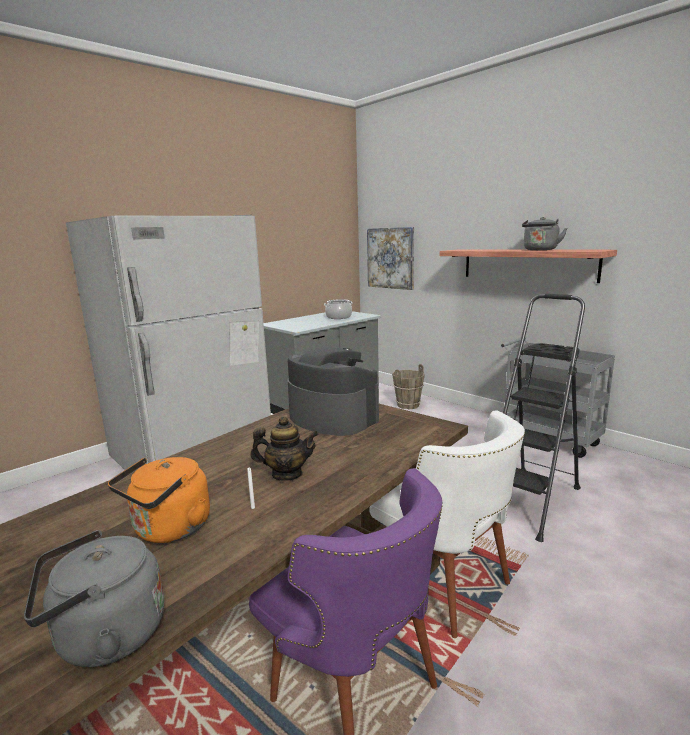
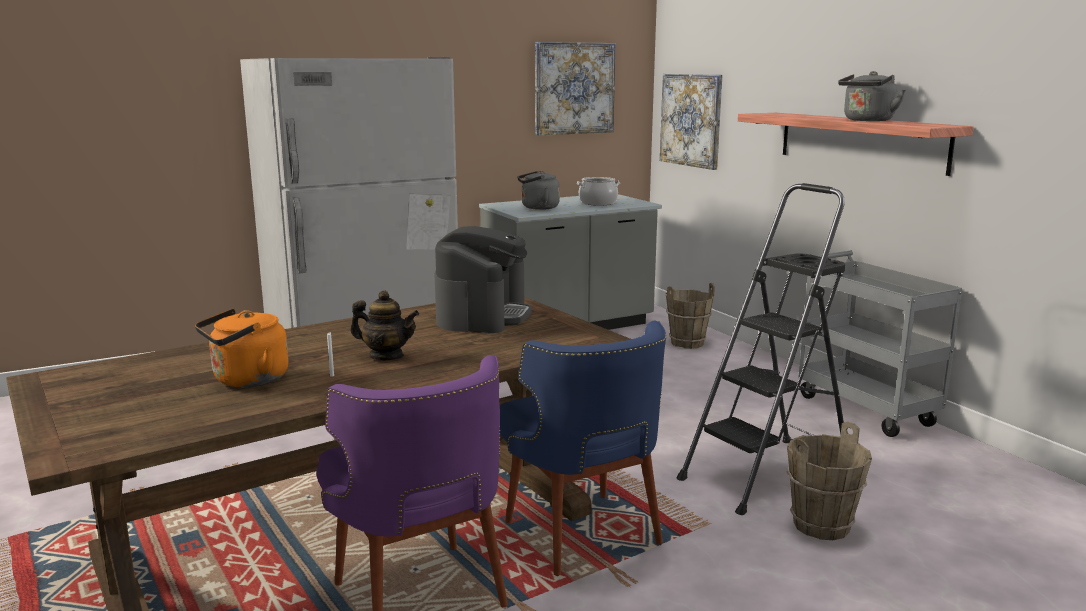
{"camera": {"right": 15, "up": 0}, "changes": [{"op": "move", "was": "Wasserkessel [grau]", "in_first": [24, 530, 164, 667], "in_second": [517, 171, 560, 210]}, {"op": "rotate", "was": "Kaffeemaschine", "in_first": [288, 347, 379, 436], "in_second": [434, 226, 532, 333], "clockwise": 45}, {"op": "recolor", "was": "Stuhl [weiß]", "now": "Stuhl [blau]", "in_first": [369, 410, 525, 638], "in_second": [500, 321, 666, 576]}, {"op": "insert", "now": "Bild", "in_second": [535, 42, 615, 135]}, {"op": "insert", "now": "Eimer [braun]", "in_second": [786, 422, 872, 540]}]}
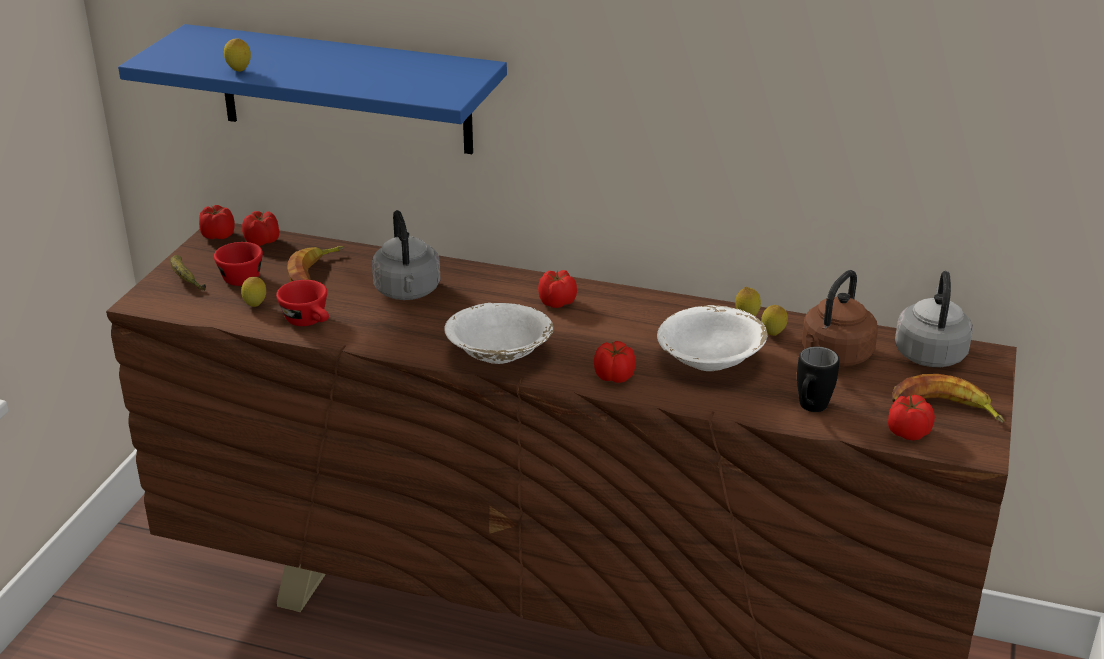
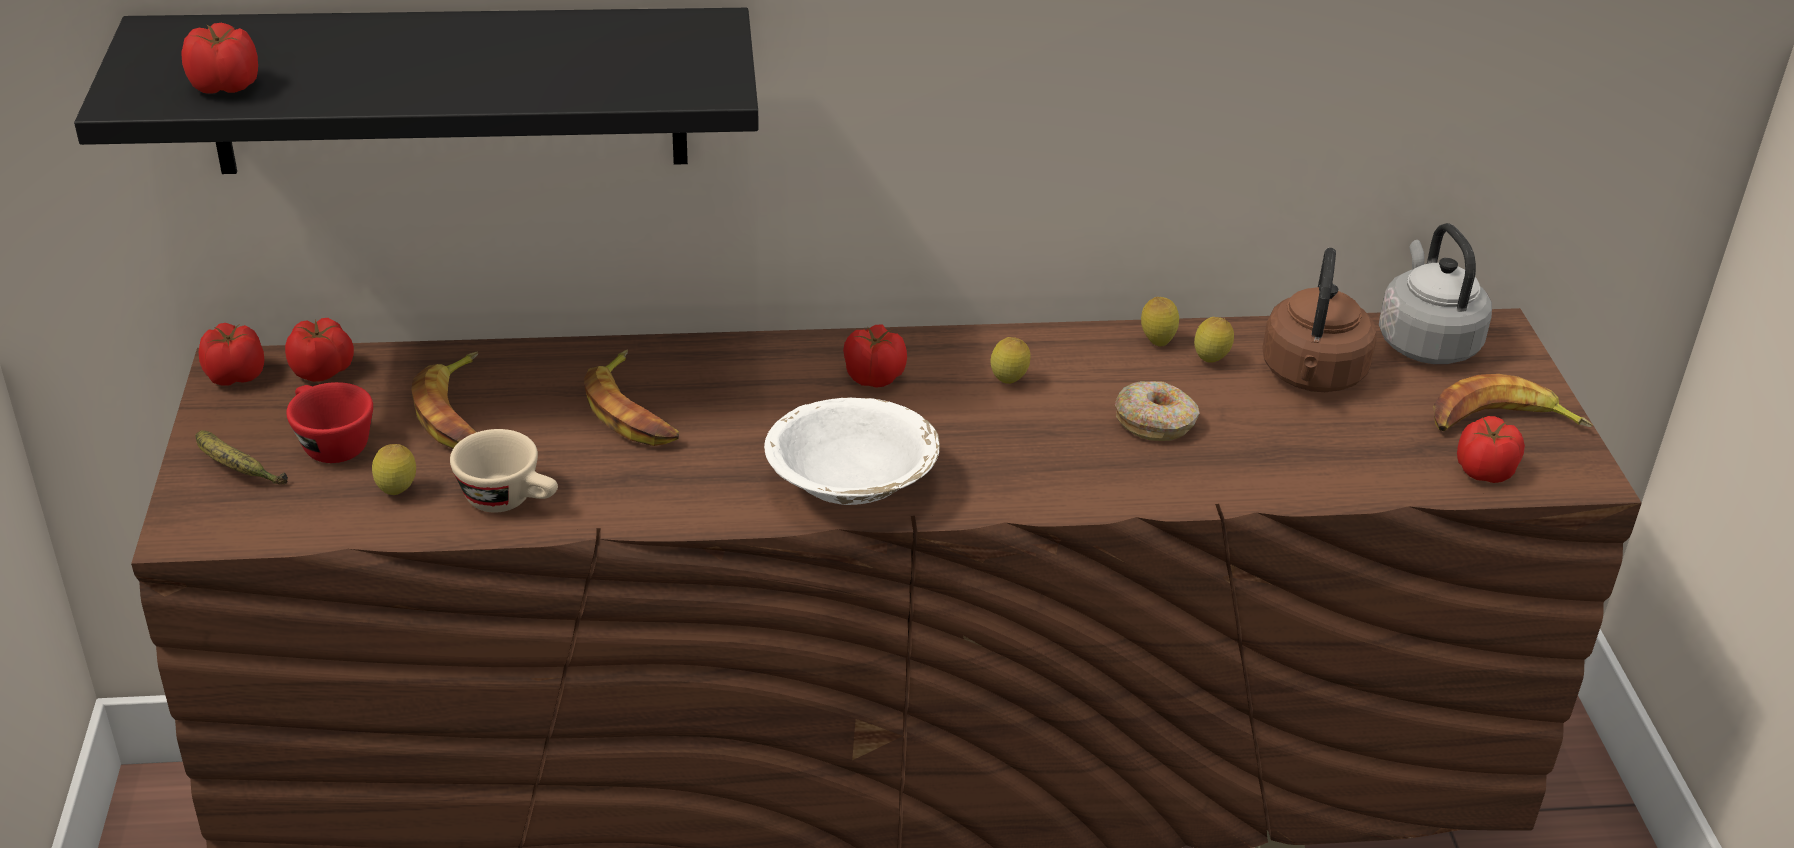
{"camera": {"right": -25, "up": 5}, "changes": [{"op": "recolor", "was": "Wandregal [blau]", "now": "Wandregal [schwarz]", "in_first": [118, 24, 507, 154], "in_second": [74, 8, 758, 174]}, {"op": "move", "was": "Zitrone", "in_first": [224, 38, 251, 72], "in_second": [991, 337, 1031, 384]}, {"op": "recolor", "was": "Tasse [rot]", "now": "Tasse [beige]", "in_first": [276, 280, 329, 326], "in_second": [450, 429, 558, 513]}, {"op": "replace", "was": "Wasserkessel [grau]", "now": "Banane", "in_first": [372, 210, 441, 300], "in_second": [584, 350, 679, 446]}, {"op": "move", "was": "Tomate", "in_first": [594, 341, 636, 383], "in_second": [181, 23, 258, 94]}, {"op": "replace", "was": "Schüssel [weiß]", "now": "Donut", "in_first": [657, 305, 767, 371], "in_second": [1115, 381, 1200, 441]}, {"op": "delete", "was": "Henkelbecher [schwarz]", "in_first": [797, 346, 839, 412]}]}
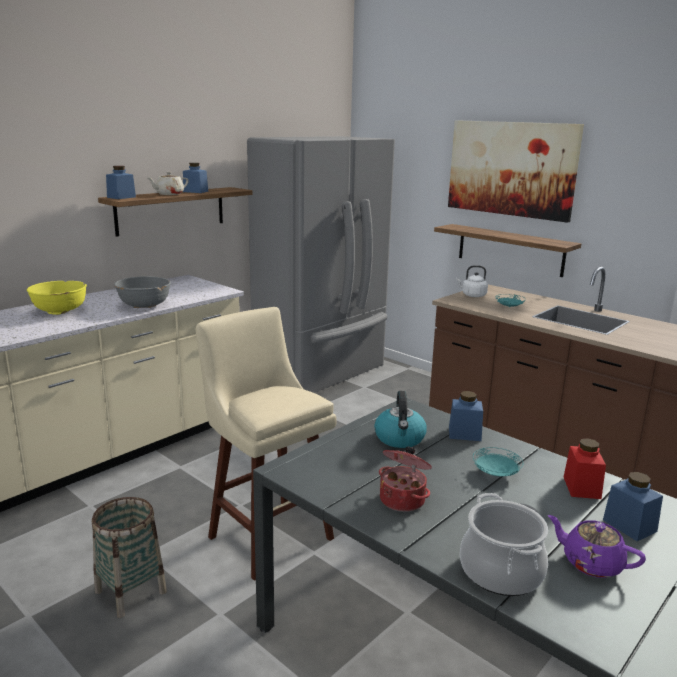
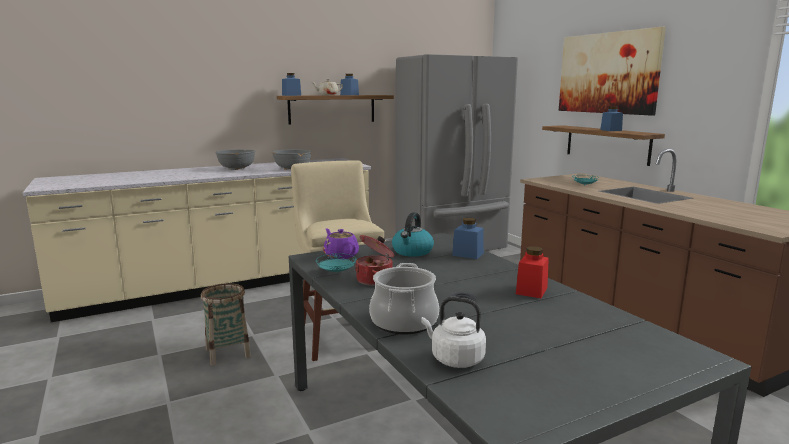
{"camera": {"right": 20, "up": -5}, "changes": [{"op": "recolor", "was": "Schüssel [gelb]", "now": "Schüssel [grau]", "in_first": [27, 281, 87, 315], "in_second": [215, 150, 255, 170]}, {"op": "move", "was": "Wasserkessel [weiß]", "in_first": [456, 265, 488, 297], "in_second": [421, 297, 486, 368]}, {"op": "move", "was": "Teller [türkis]", "in_first": [473, 447, 523, 477], "in_second": [316, 253, 356, 273]}, {"op": "move", "was": "Teekanne [lila]", "in_first": [548, 515, 646, 578], "in_second": [323, 229, 359, 259]}, {"op": "move", "was": "Vorratsglas [blau]", "in_first": [603, 472, 663, 541], "in_second": [600, 106, 623, 131]}]}
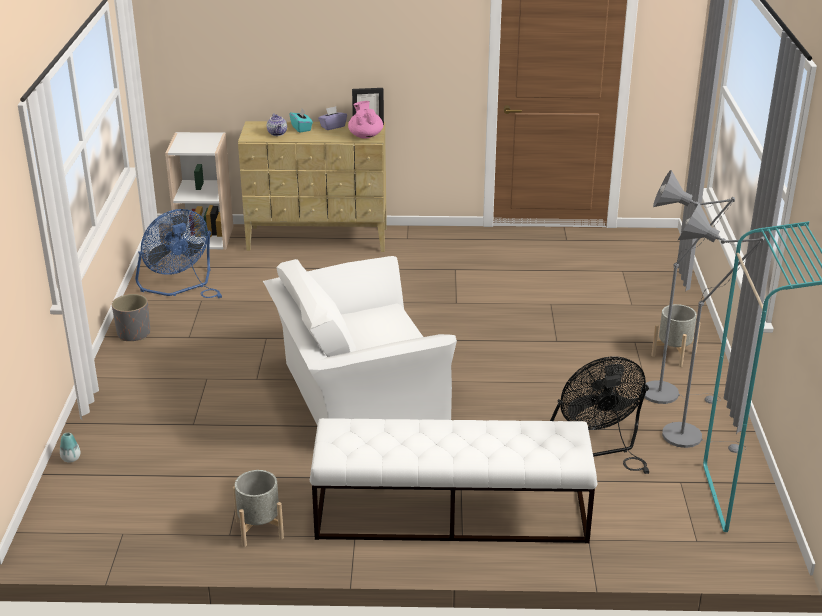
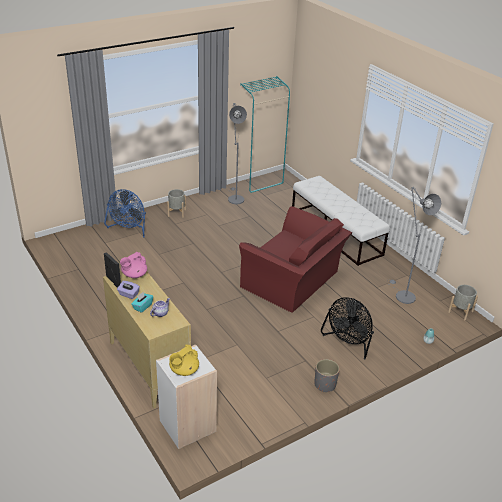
{"camera": {"right": -125, "up": 5}, "changes": [{"op": "move", "was": "Ventilator [blau]", "in_first": [135, 209, 222, 298], "in_second": [104, 189, 146, 237]}, {"op": "move", "was": "Pflanzkübel [grau]", "in_first": [233, 470, 284, 547], "in_second": [448, 285, 478, 321]}, {"op": "recolor", "was": "Sessel [weiß]", "now": "Sessel [rot]", "in_first": [263, 256, 457, 425], "in_second": [239, 206, 353, 313]}, {"op": "move", "was": "Ventilator [schwarz]", "in_first": [550, 356, 649, 474], "in_second": [321, 297, 374, 360]}, {"op": "move", "was": "Stehlampe [grau]", "in_first": [641, 170, 735, 404], "in_second": [387, 187, 441, 304]}, {"op": "insert", "now": "Teekanne [gelb]", "in_second": [169, 344, 199, 376]}]}
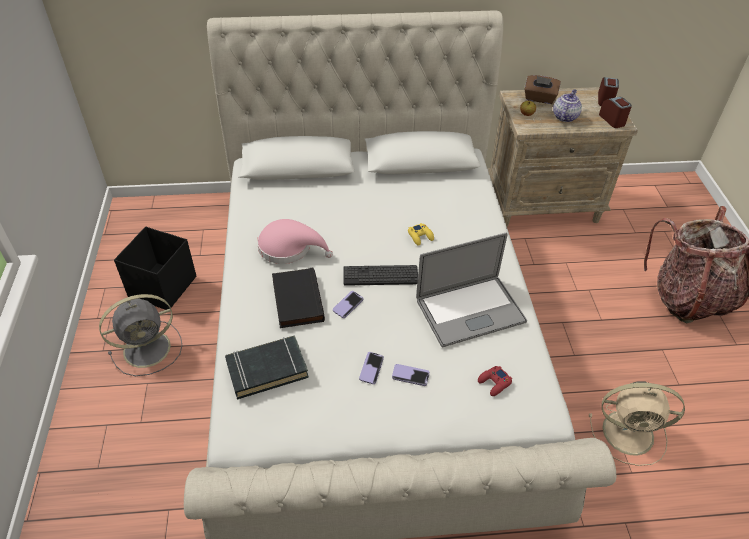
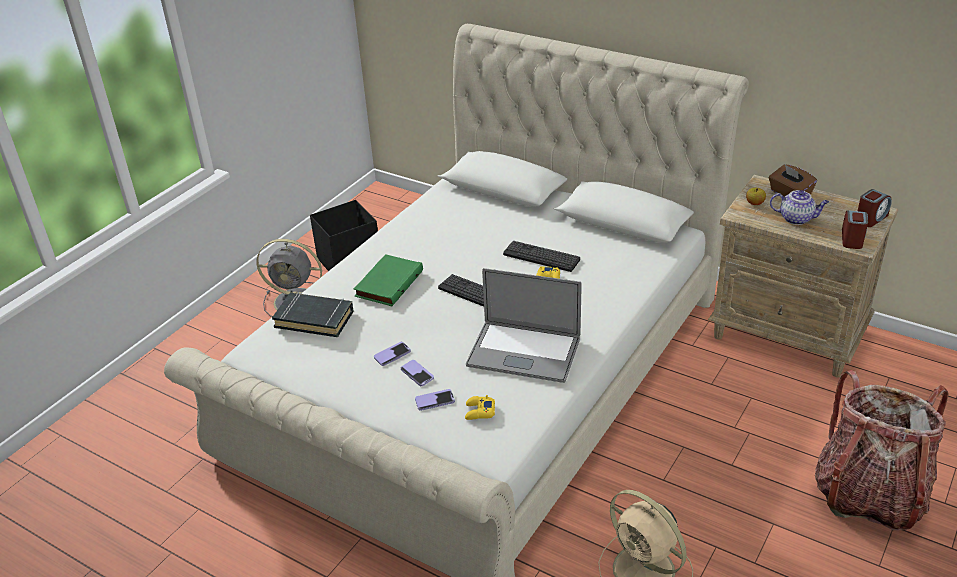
{"camera": {"right": 40, "up": -10}, "changes": [{"op": "delete", "was": "Hut [rosa]", "in_first": [257, 219, 333, 264]}, {"op": "recolor", "was": "Buch [schwarz]", "now": "Buch [grün]", "in_first": [272, 267, 325, 328], "in_second": [354, 254, 423, 306]}, {"op": "move", "was": "Handy", "in_first": [333, 291, 364, 318], "in_second": [415, 389, 455, 411]}, {"op": "recolor", "was": "Gamepad [rot]", "now": "Gamepad [gelb]", "in_first": [478, 366, 512, 396], "in_second": [465, 395, 495, 420]}, {"op": "rotate", "was": "Teekanne", "in_first": [553, 89, 582, 122], "in_second": [770, 190, 829, 225], "clockwise": 45}, {"op": "insert", "now": "Tastatur", "in_second": [503, 241, 580, 272]}]}
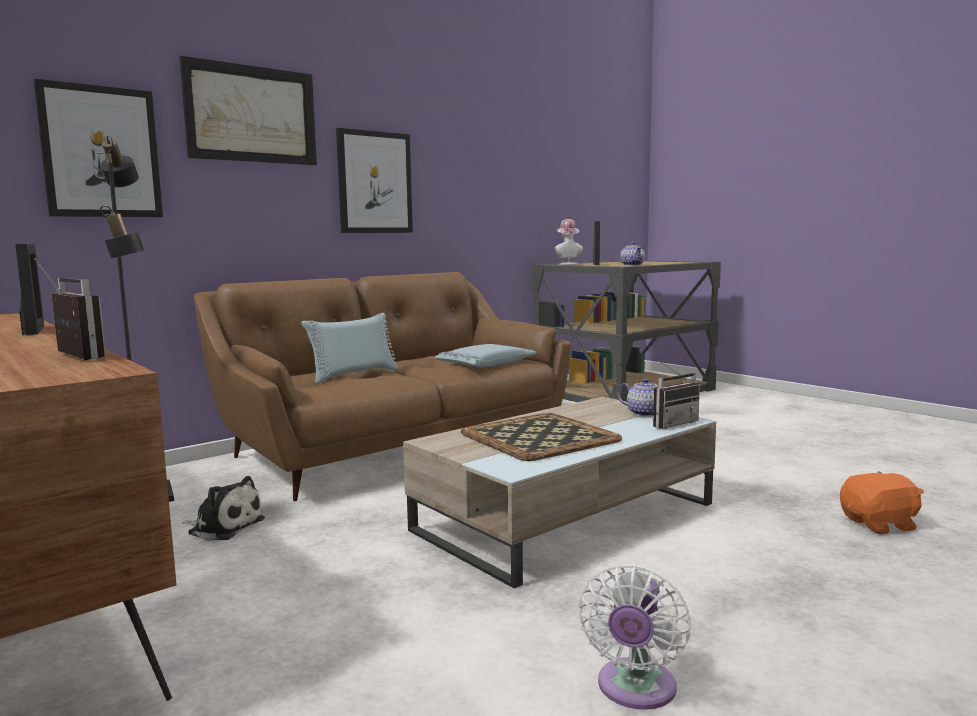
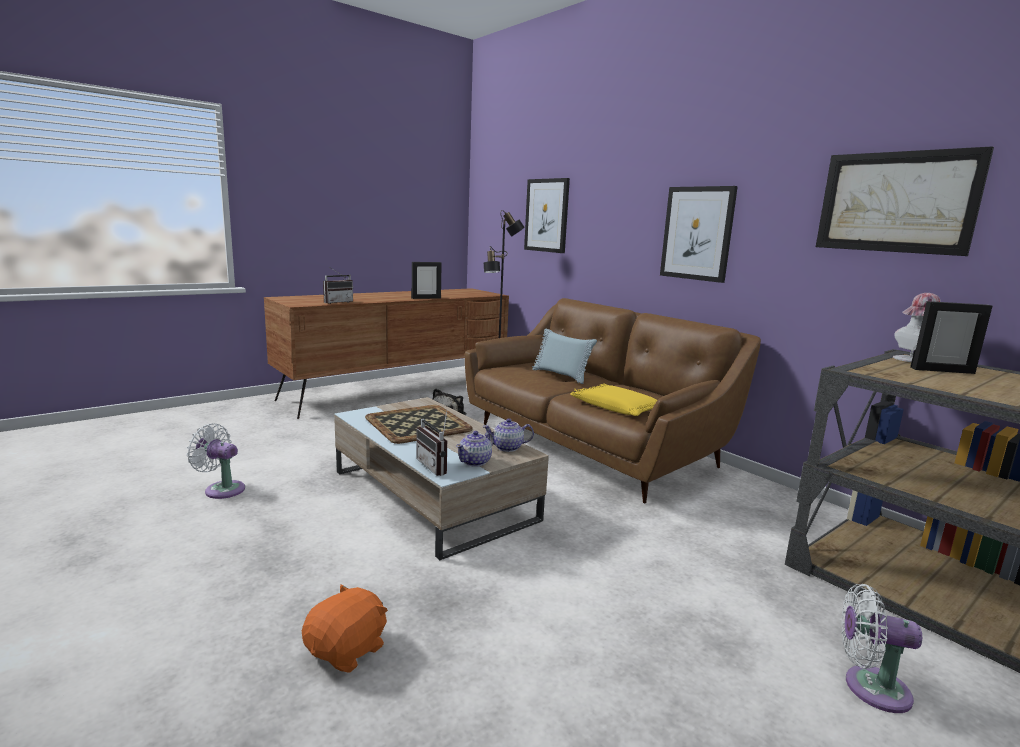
{"camera": {"right": 90, "up": 5}, "changes": [{"op": "move", "was": "Bild", "in_first": [179, 56, 317, 165], "in_second": [816, 147, 994, 256]}, {"op": "recolor", "was": "Kissen [blau]", "now": "Kissen [gelb]", "in_first": [435, 344, 537, 367], "in_second": [570, 383, 657, 416]}, {"op": "move", "was": "Teekanne", "in_first": [620, 242, 645, 266], "in_second": [483, 418, 534, 452]}, {"op": "rotate", "was": "Plüschtier [orange]", "in_first": [840, 471, 924, 535], "in_second": [302, 584, 388, 673], "clockwise": -135}, {"op": "insert", "now": "Ventilator [weiß]", "in_second": [841, 584, 922, 713]}]}
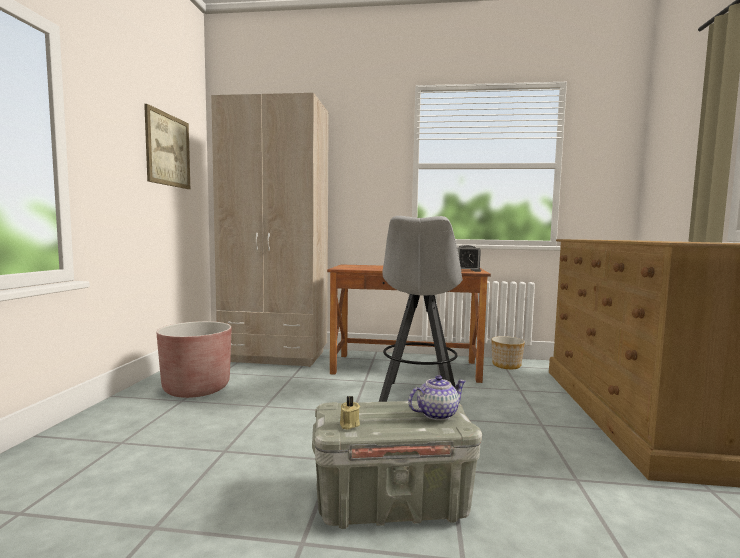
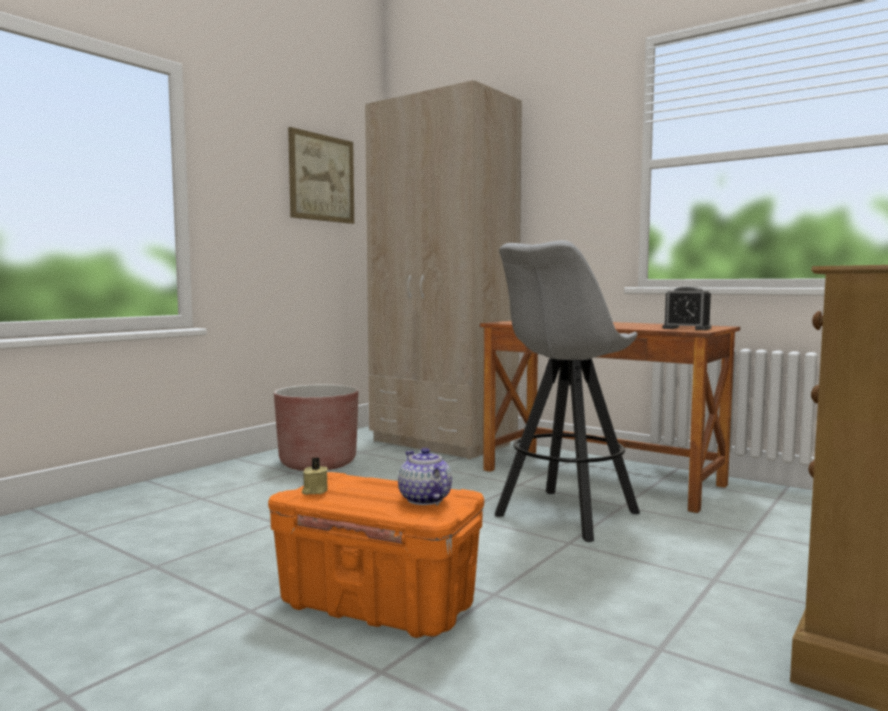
{"camera": {"right": 30, "up": 0}, "changes": [{"op": "recolor", "was": "Aufbewahrungsbox [grau]", "now": "Aufbewahrungsbox [orange]", "in_first": [312, 401, 482, 529], "in_second": [268, 472, 484, 638]}, {"op": "rotate", "was": "Teekanne", "in_first": [408, 375, 466, 420], "in_second": [398, 448, 452, 505], "clockwise": -120}, {"op": "delete", "was": "Pflanzkübel", "in_first": [491, 336, 525, 369]}]}
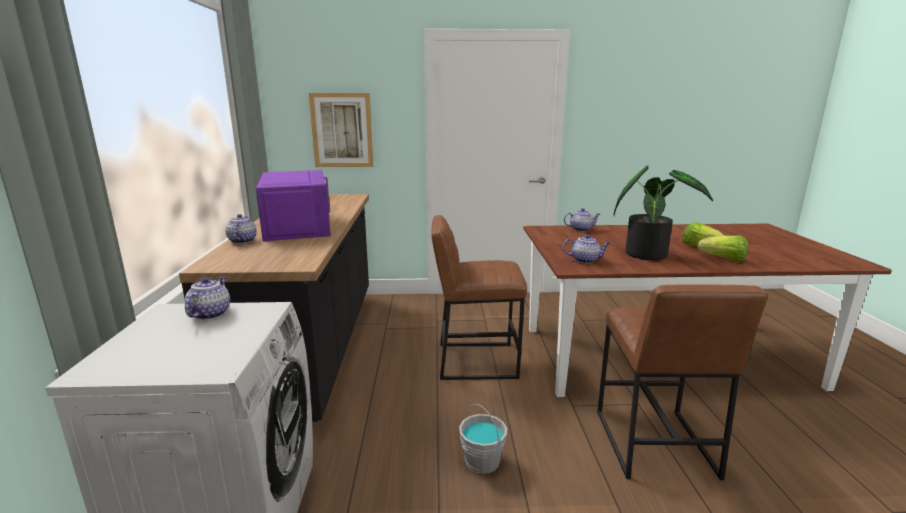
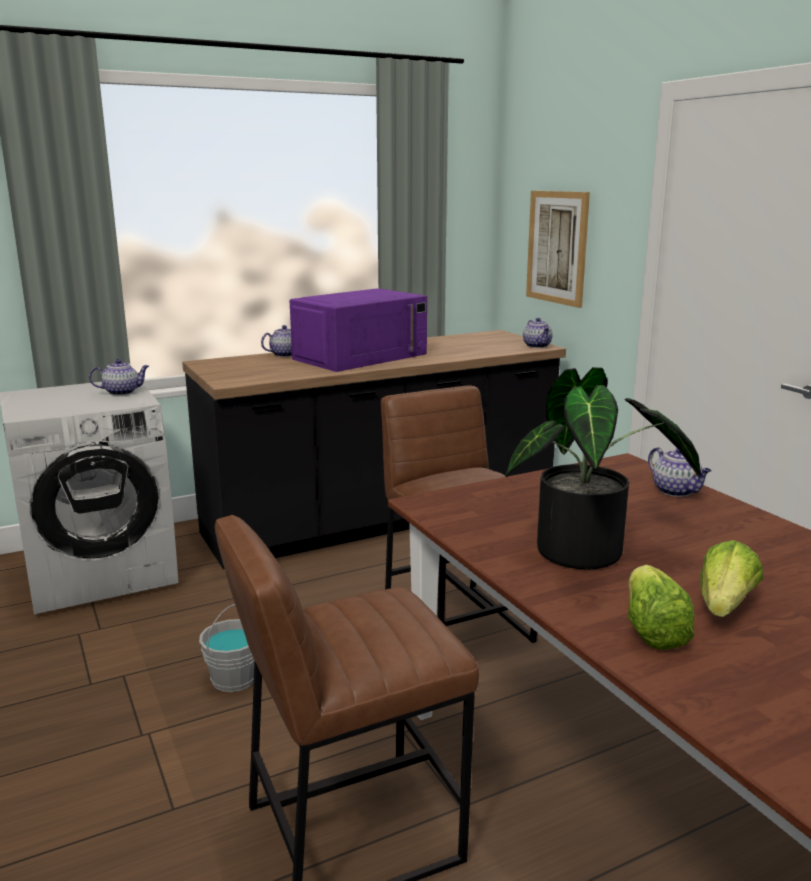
{"camera": {"right": 65, "up": 0}, "changes": [{"op": "move", "was": "Teekanne", "in_first": [563, 234, 610, 263], "in_second": [523, 318, 553, 348]}]}
